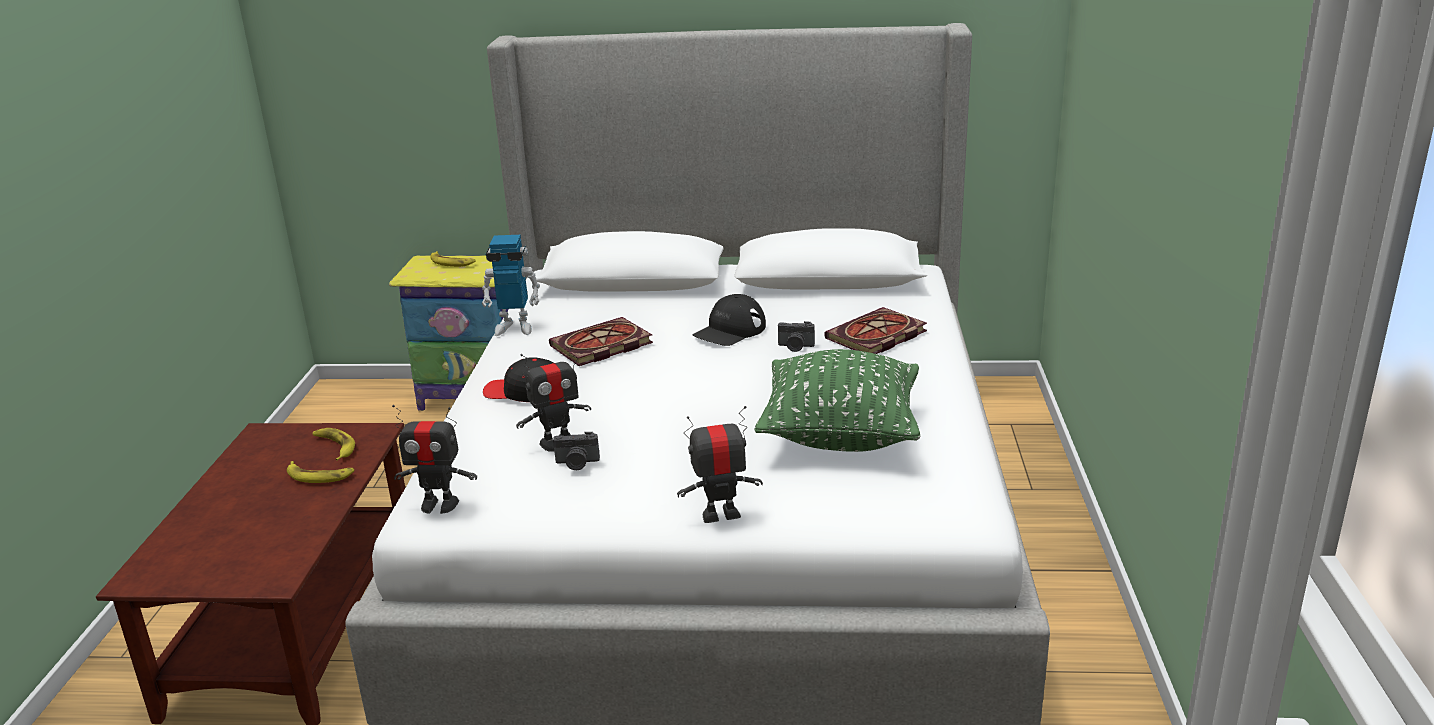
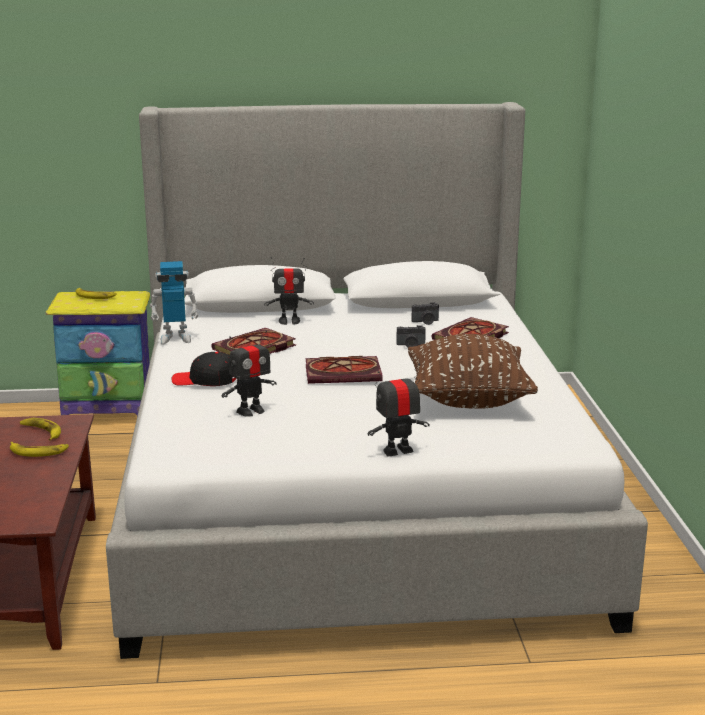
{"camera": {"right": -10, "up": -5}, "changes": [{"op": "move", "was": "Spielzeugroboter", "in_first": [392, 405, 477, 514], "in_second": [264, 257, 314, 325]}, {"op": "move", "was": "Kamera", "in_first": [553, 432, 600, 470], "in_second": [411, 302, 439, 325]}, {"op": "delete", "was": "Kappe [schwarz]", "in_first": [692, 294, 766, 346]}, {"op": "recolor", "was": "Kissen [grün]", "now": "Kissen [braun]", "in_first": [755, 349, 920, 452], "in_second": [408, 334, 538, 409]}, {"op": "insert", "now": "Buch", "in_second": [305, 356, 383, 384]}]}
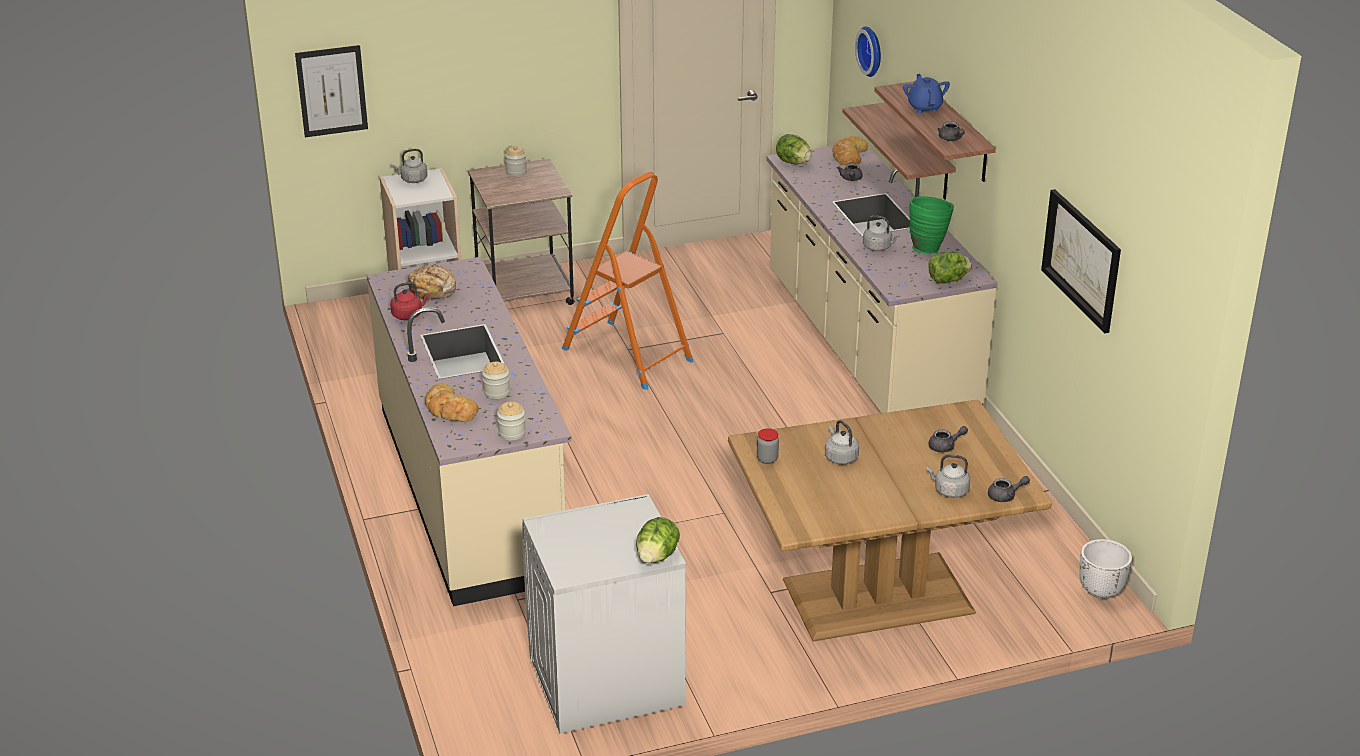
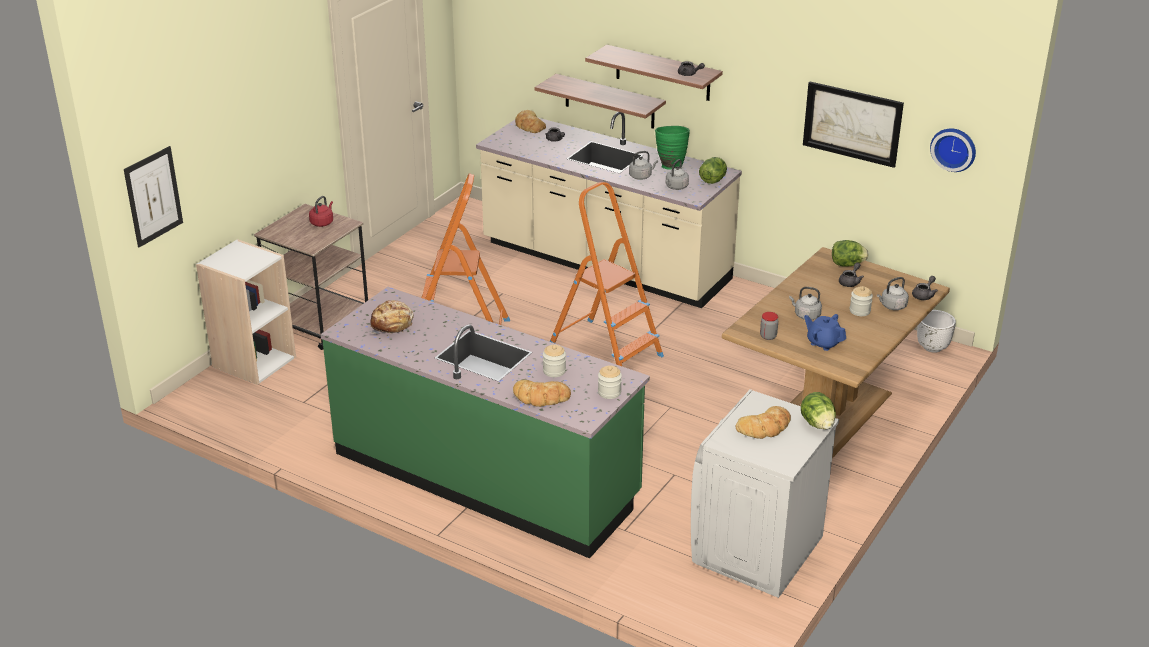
{"camera": {"right": -40, "up": 0}, "changes": [{"op": "recolor", "was": "Küchenzeile [beige]", "now": "Küchenzeile [grün]", "in_first": [367, 257, 572, 606], "in_second": [321, 287, 650, 558]}, {"op": "move", "was": "Wasserkessel [rot]", "in_first": [390, 282, 430, 320], "in_second": [309, 196, 333, 227]}, {"op": "move", "was": "Wasserkessel [grau]", "in_first": [392, 149, 428, 183], "in_second": [666, 159, 689, 190]}, {"op": "move", "was": "Vorratsglas", "in_first": [505, 146, 527, 176], "in_second": [850, 286, 873, 316]}, {"op": "move", "was": "Salatkopf", "in_first": [776, 134, 812, 164], "in_second": [832, 240, 869, 267]}, {"op": "move", "was": "Wanduhr", "in_first": [855, 26, 881, 77], "in_second": [930, 128, 976, 172]}, {"op": "move", "was": "Teekanne [blau]", "in_first": [903, 74, 950, 113], "in_second": [804, 314, 846, 351]}, {"op": "insert", "now": "Trittleiter [orange]", "in_second": [550, 182, 664, 366]}, {"op": "insert", "now": "Brot", "in_second": [736, 406, 791, 439]}]}
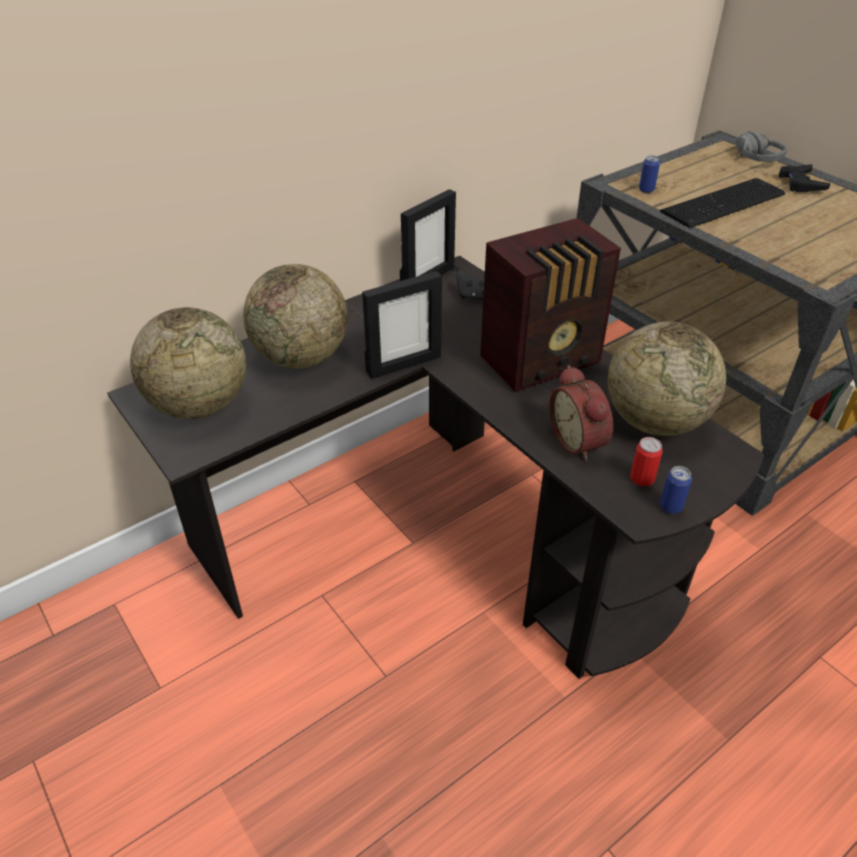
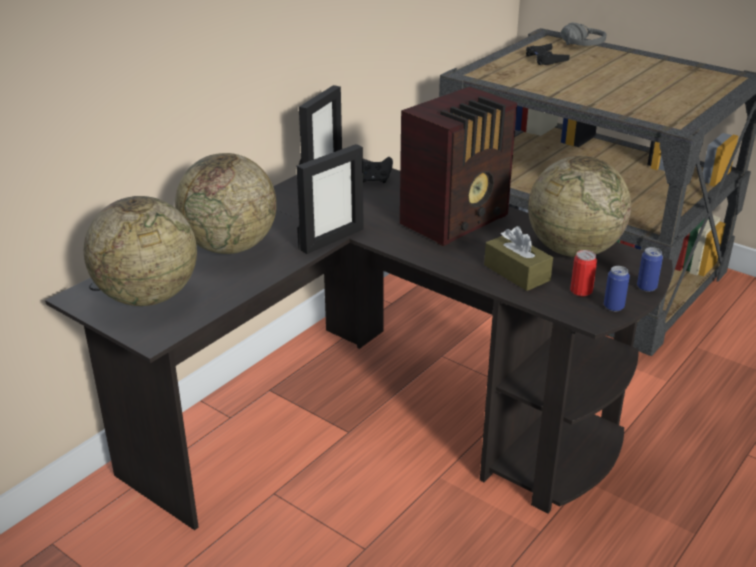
{"camera": {"right": -15, "up": -10}, "changes": [{"op": "replace", "was": "Wecker", "now": "Taschentuchbox [braun]", "in_first": [549, 365, 613, 461], "in_second": [484, 226, 553, 291]}, {"op": "move", "was": "Dose", "in_first": [639, 155, 660, 193], "in_second": [637, 247, 663, 292]}, {"op": "delete", "was": "Tastatur", "in_first": [660, 178, 785, 228]}, {"op": "move", "was": "Gamepad [schwarz]", "in_first": [779, 164, 831, 192], "in_second": [526, 43, 570, 65]}]}
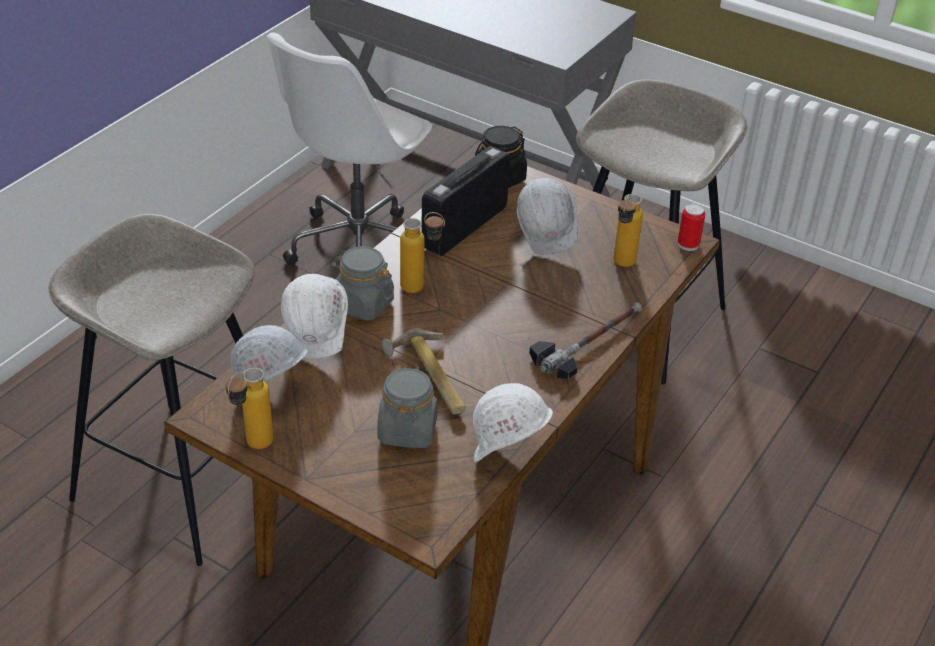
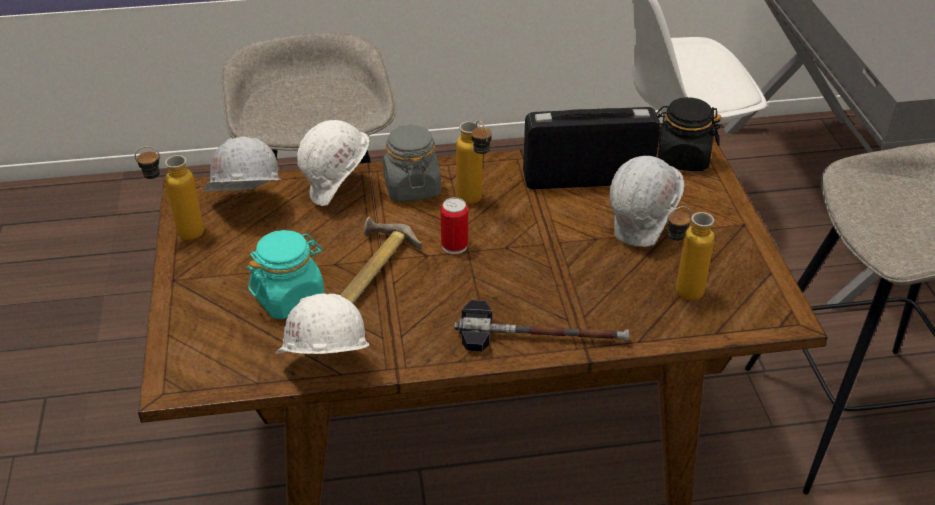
{"camera": {"right": 50, "up": 0}, "changes": [{"op": "recolor", "was": "Vorratsglas [grau]", "now": "Vorratsglas [türkis]", "in_first": [377, 366, 438, 448], "in_second": [247, 230, 325, 319]}, {"op": "move", "was": "Dose", "in_first": [678, 204, 705, 251], "in_second": [441, 198, 468, 254]}]}
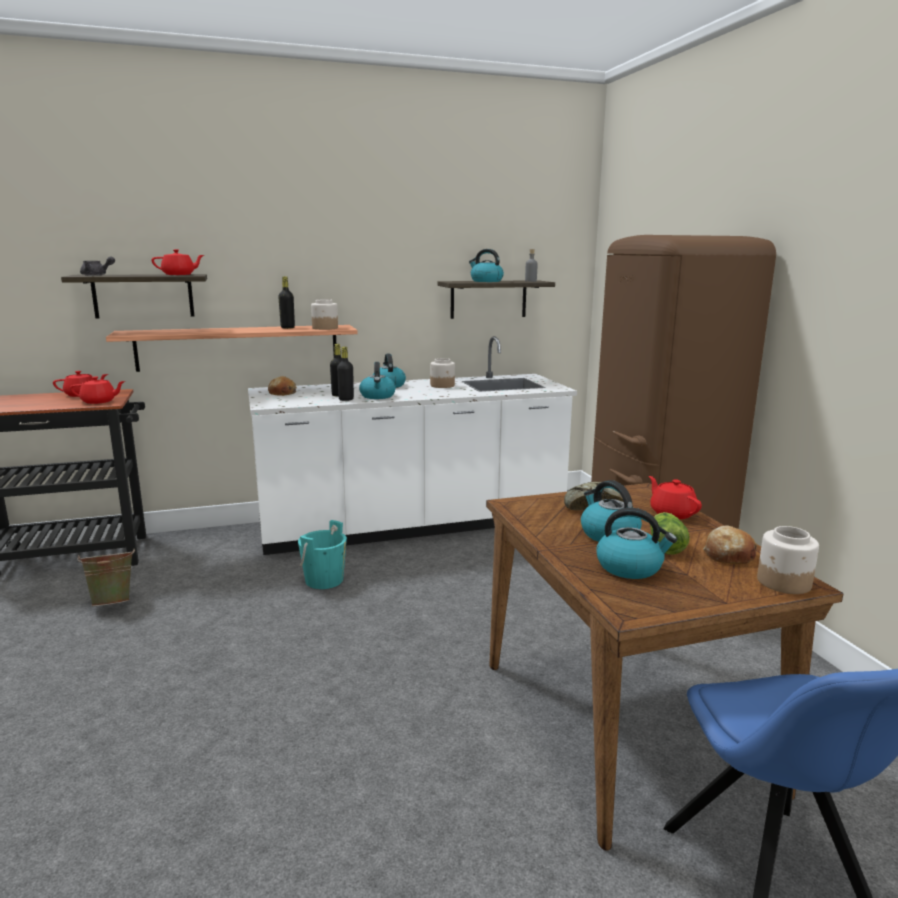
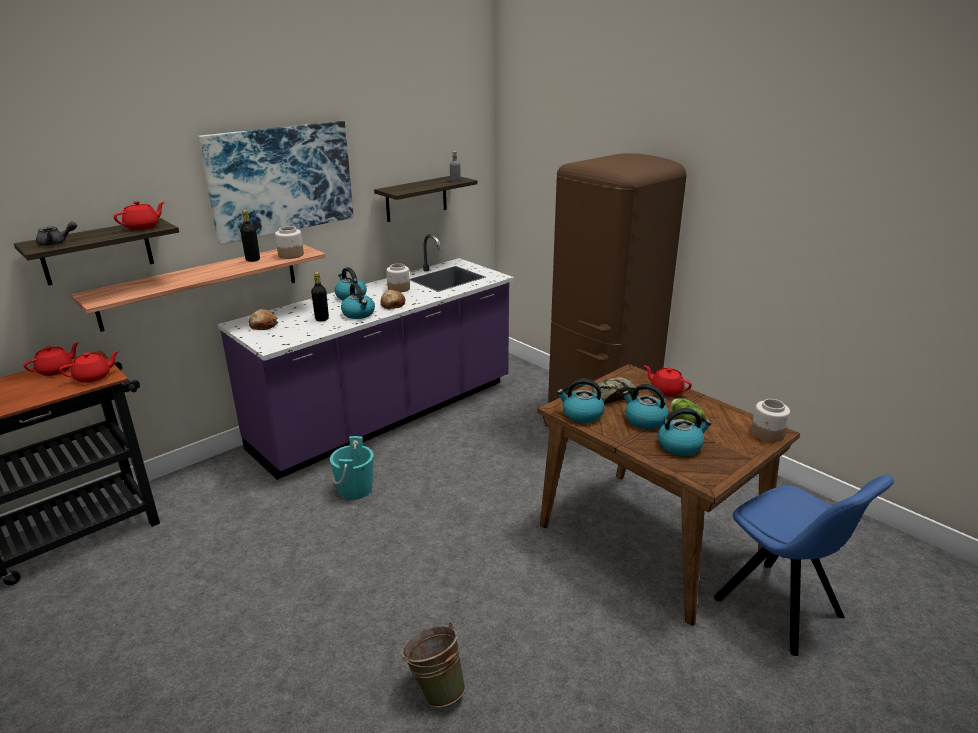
{"camera": {"right": -25, "up": 10}, "changes": [{"op": "move", "was": "Eimer [grün]", "in_first": [77, 548, 135, 606], "in_second": [401, 622, 466, 708]}, {"op": "recolor", "was": "Küchenzeile [weiß]", "now": "Küchenzeile [lila]", "in_first": [248, 336, 577, 555], "in_second": [218, 234, 514, 480]}, {"op": "delete", "was": "Flasche [schwarz]", "in_first": [337, 347, 354, 401]}, {"op": "move", "was": "Wasserkessel", "in_first": [469, 249, 504, 282], "in_second": [557, 379, 605, 423]}, {"op": "move", "was": "Brot", "in_first": [703, 525, 757, 564], "in_second": [380, 290, 405, 309]}, {"op": "insert", "now": "Bild", "in_second": [198, 121, 354, 244]}]}
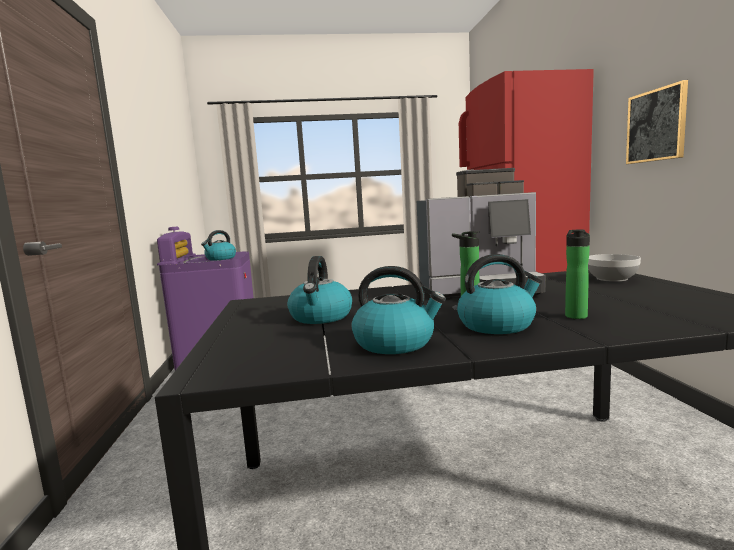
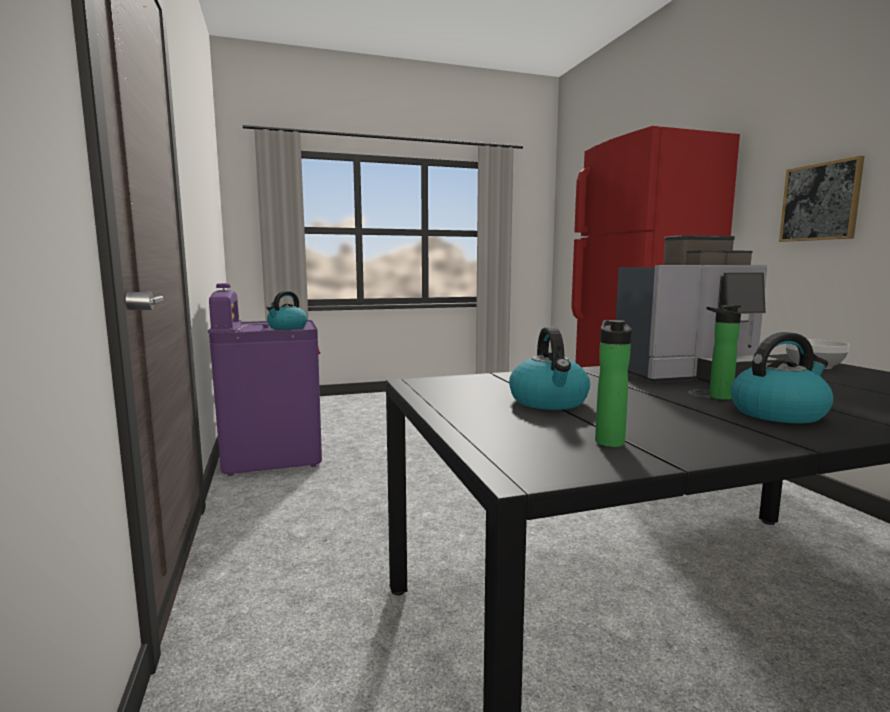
{"camera": {"right": -10, "up": 0}, "changes": [{"op": "delete", "was": "Wasserkessel", "in_first": [351, 266, 446, 354]}, {"op": "move", "was": "Flasche", "in_first": [565, 229, 590, 319], "in_second": [595, 320, 632, 447]}]}
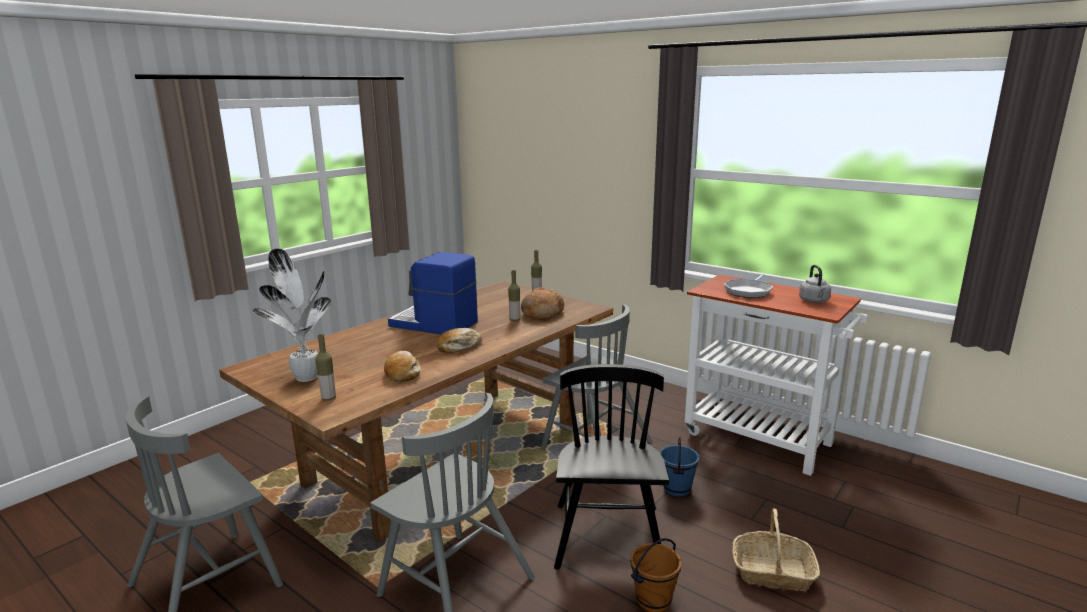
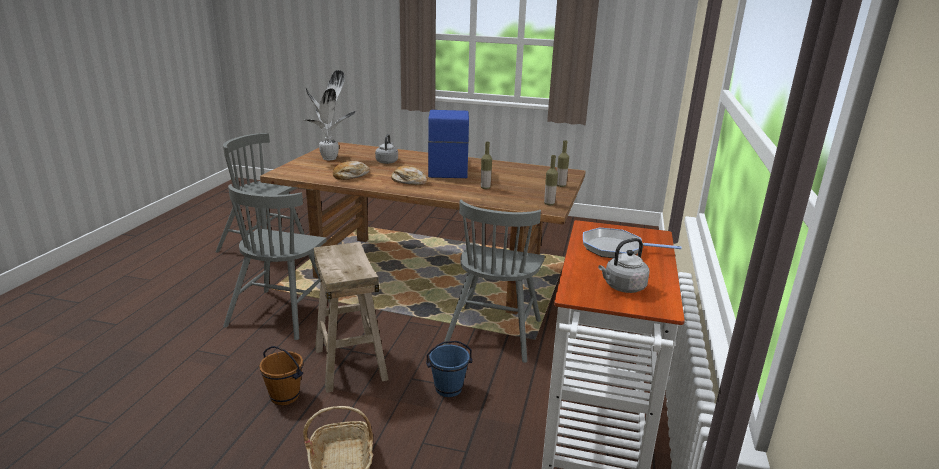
{"camera": {"right": 65, "up": 5}, "changes": [{"op": "move", "was": "Flasche", "in_first": [316, 334, 336, 401], "in_second": [544, 155, 558, 205]}, {"op": "delete", "was": "Brot", "in_first": [521, 287, 564, 320]}, {"op": "replace", "was": "Stuhl [schwarz]", "now": "Hocker [beige]", "in_first": [554, 364, 669, 570], "in_second": [314, 242, 389, 393]}, {"op": "insert", "now": "Wasserkessel [grau]", "in_second": [375, 134, 398, 164]}]}
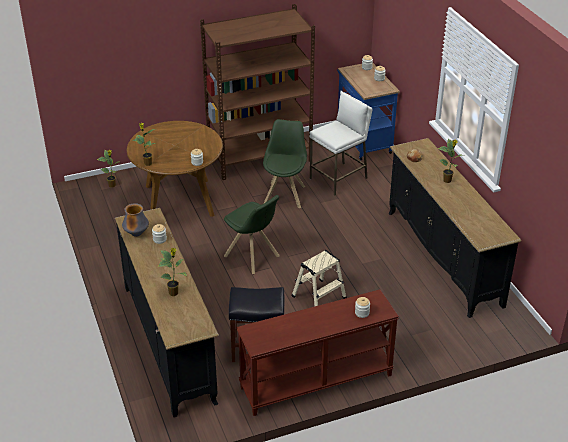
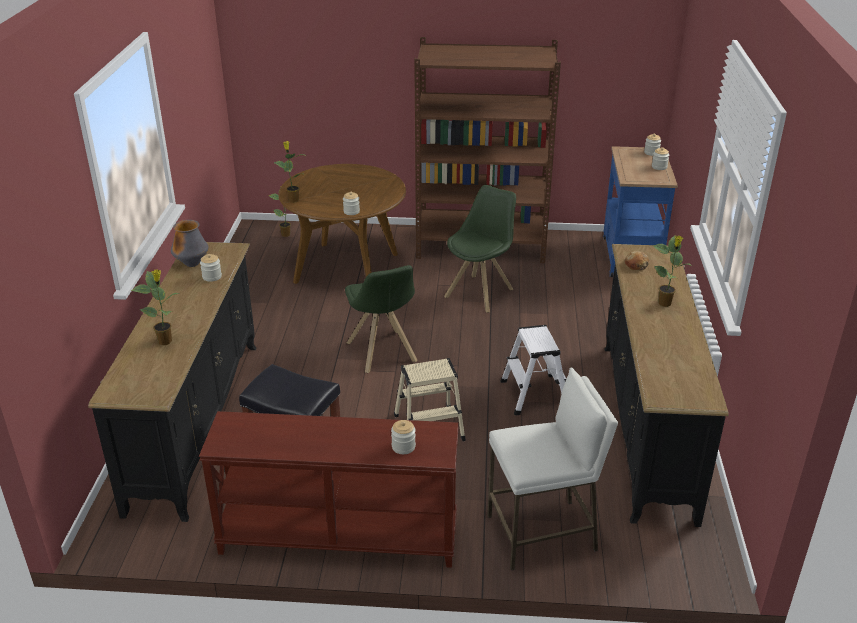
{"camera": {"right": 25, "up": -5}, "changes": [{"op": "move", "was": "Hocker [weiß]", "in_first": [309, 91, 373, 196], "in_second": [487, 367, 618, 570]}, {"op": "insert", "now": "Trittleiter [weiß]", "in_second": [500, 325, 566, 415]}]}
